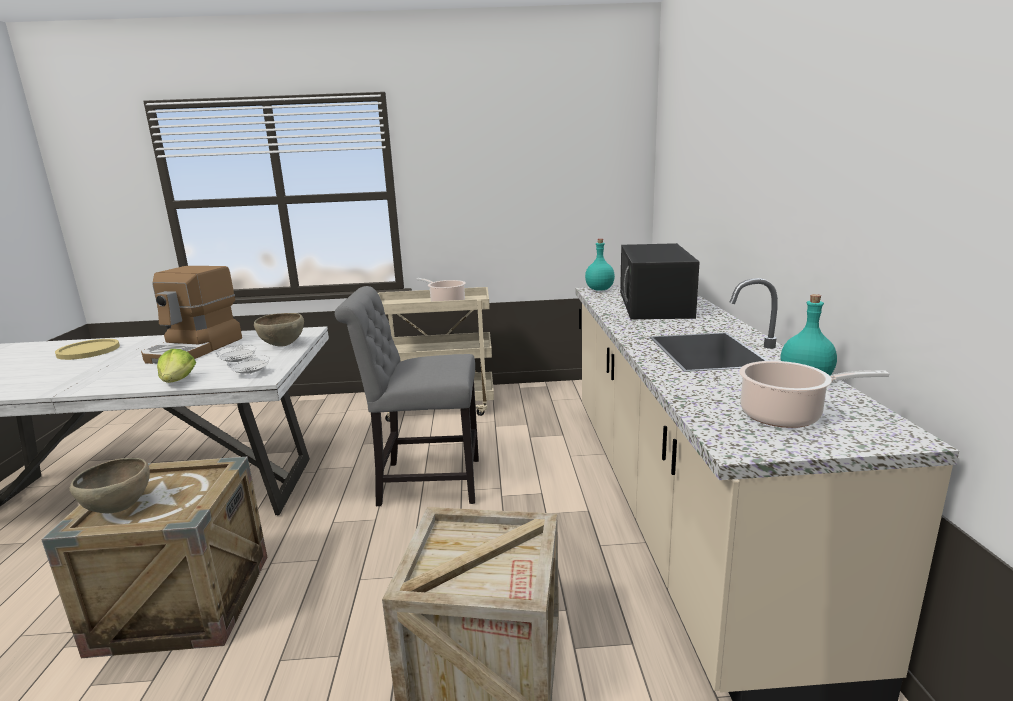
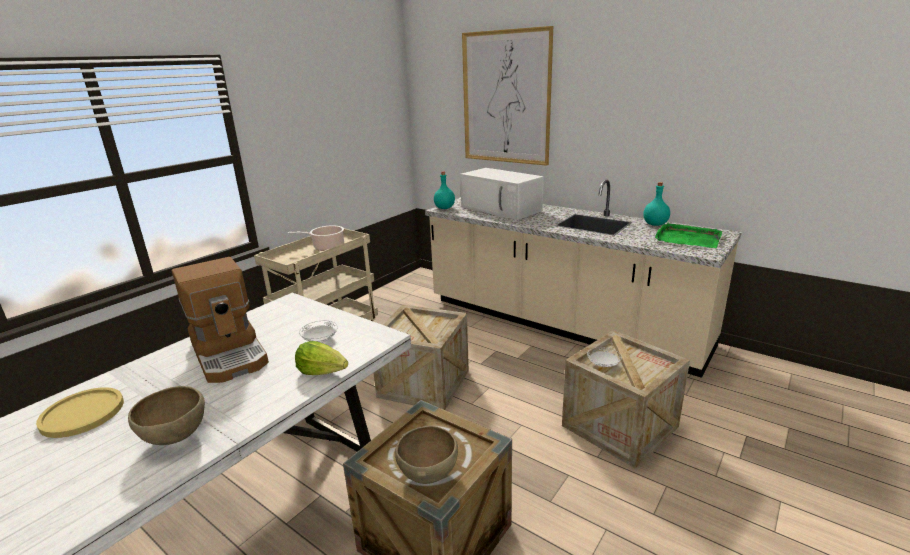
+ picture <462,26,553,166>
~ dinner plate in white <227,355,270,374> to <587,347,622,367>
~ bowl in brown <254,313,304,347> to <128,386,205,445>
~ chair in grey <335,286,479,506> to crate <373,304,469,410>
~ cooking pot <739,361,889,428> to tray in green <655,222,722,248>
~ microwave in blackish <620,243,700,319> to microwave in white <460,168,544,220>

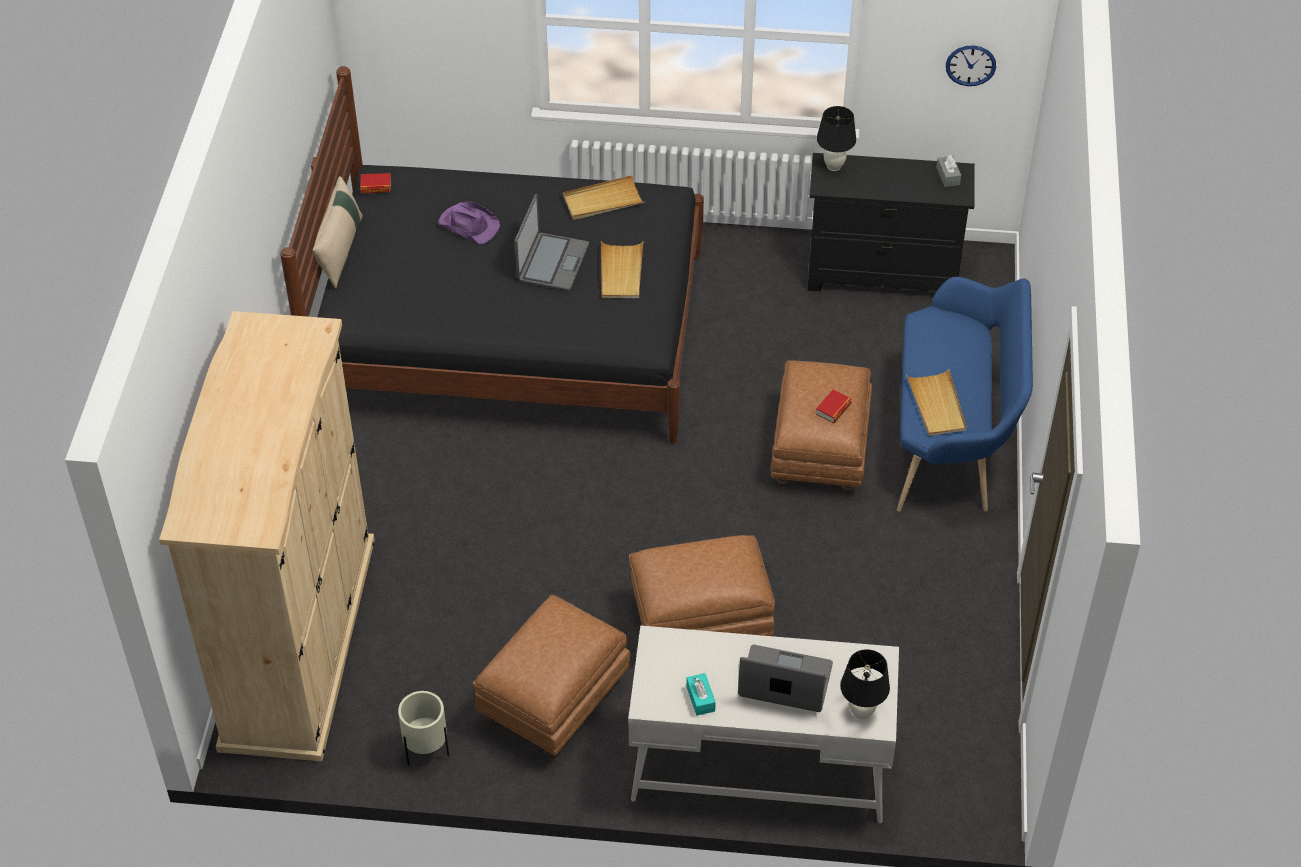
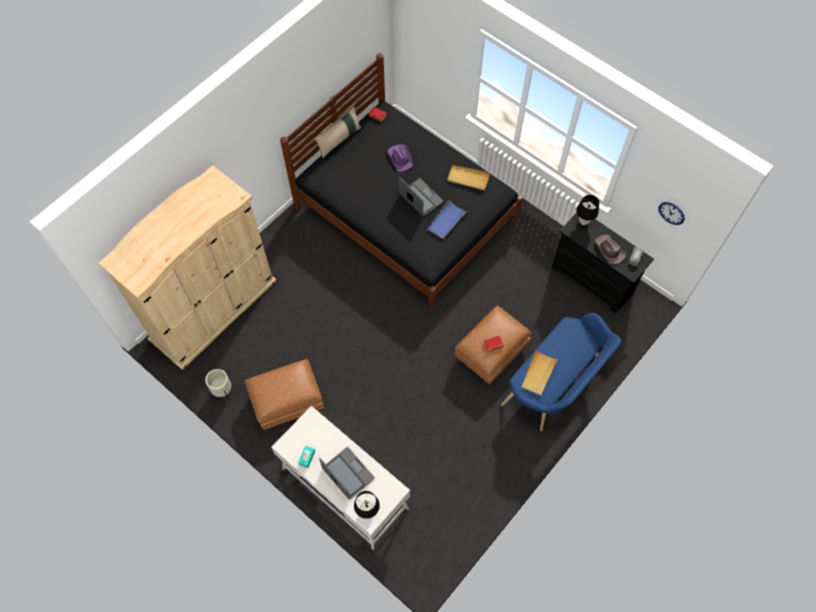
- pouffe in brown <629,535,775,636>
+ clothing hat in brown <595,235,626,264>
~ tray in sand-coloured <601,241,643,299> to tray in blue <427,200,467,239>
~ notebook computer <515,194,589,291> = <398,177,443,217> 90 degrees counterclockwise

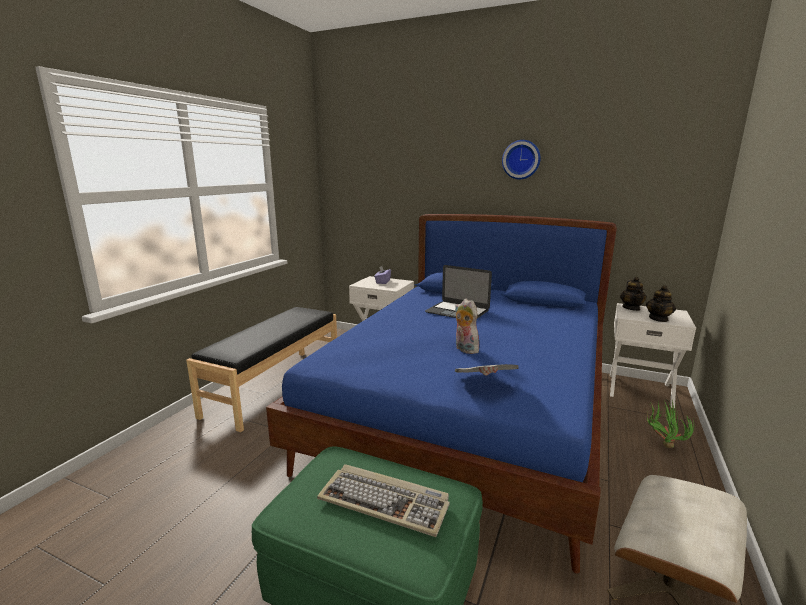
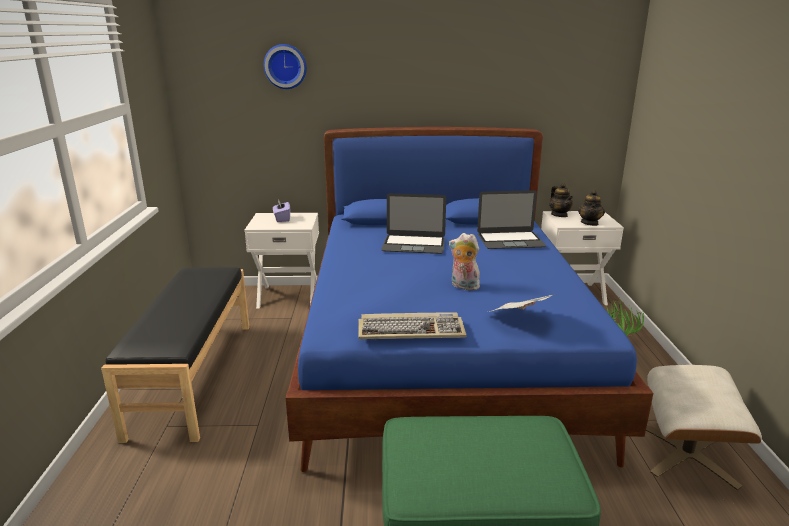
+ notebook computer <477,190,547,249>
~ computer keyboard <317,464,450,537> to <358,312,467,339>
~ wall clock <502,140,541,179> to <264,44,307,89>

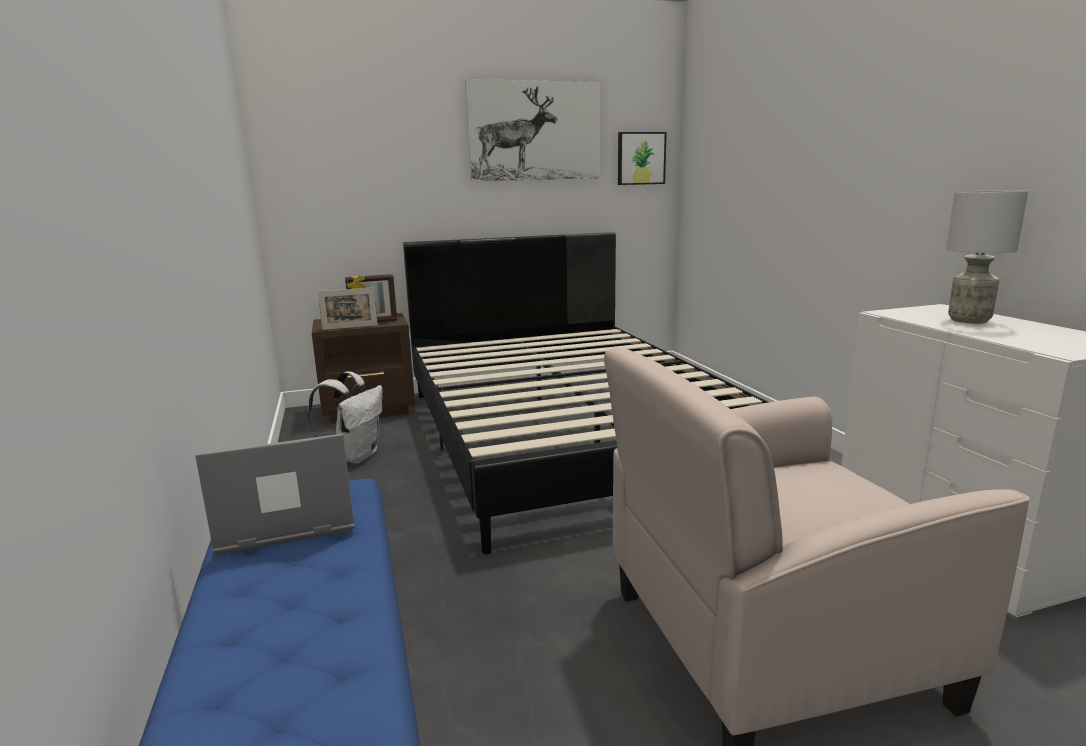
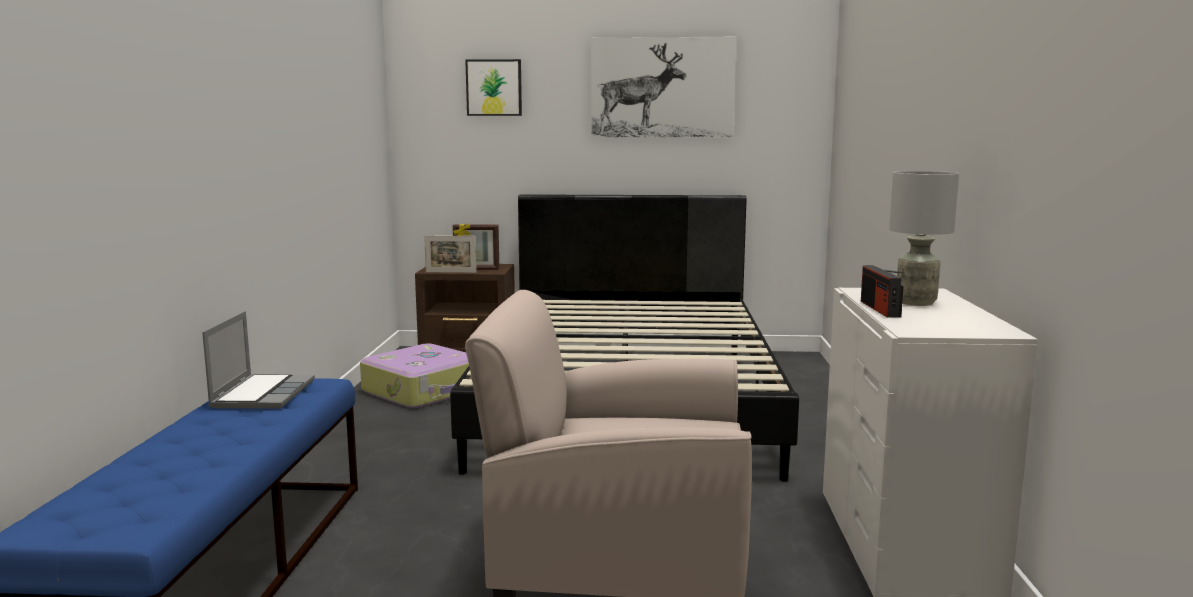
+ radio <861,265,904,318>
~ picture <618,132,667,185> to <465,59,522,116>
~ knapsack in white <308,371,383,464> to suitcase <360,343,469,408>
~ notebook computer <195,434,354,555> = <202,311,315,409> 90 degrees clockwise

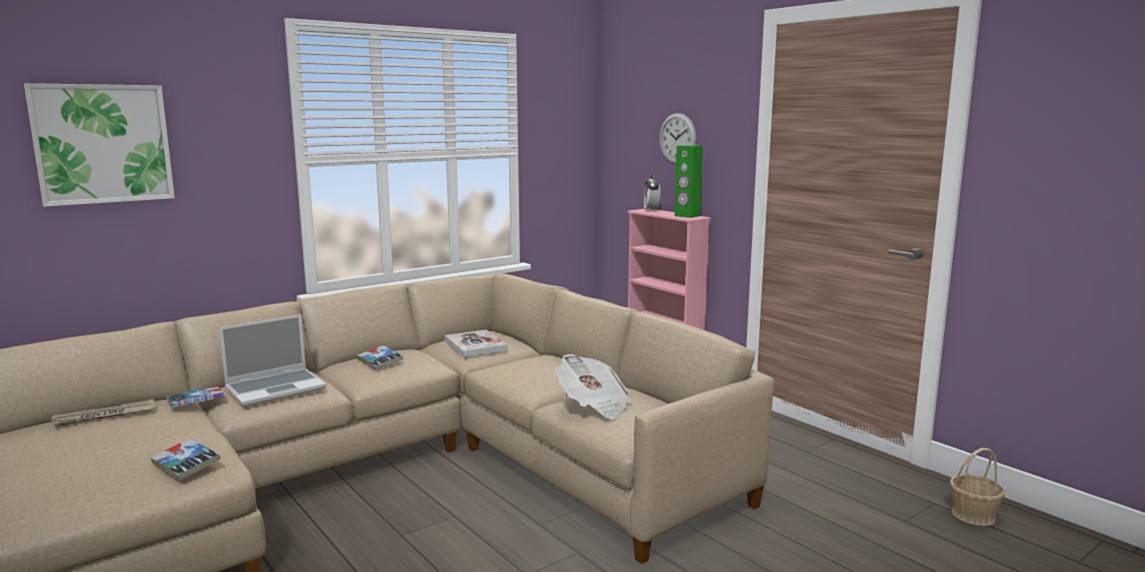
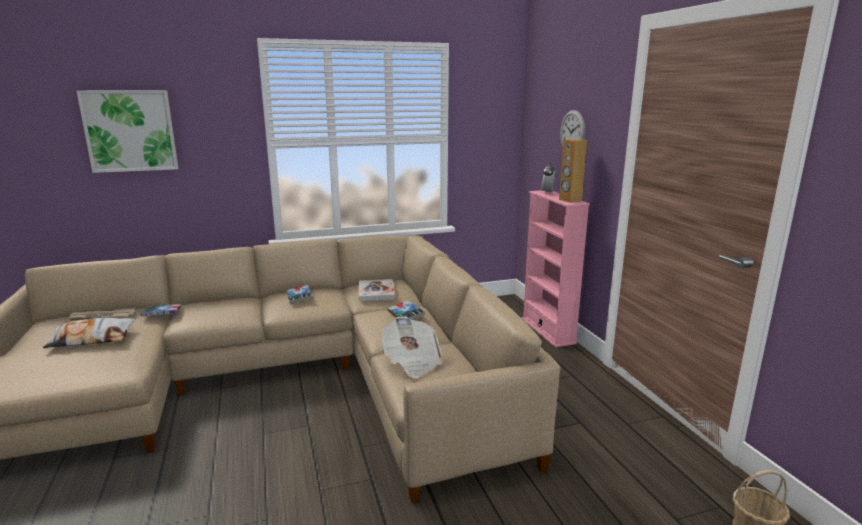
- notebook computer <219,314,326,407>
+ pillow <43,317,135,348>
~ book <151,439,221,480> to <388,300,425,320>
~ speaker in green <674,145,703,218> to speaker in brown <559,139,587,203>

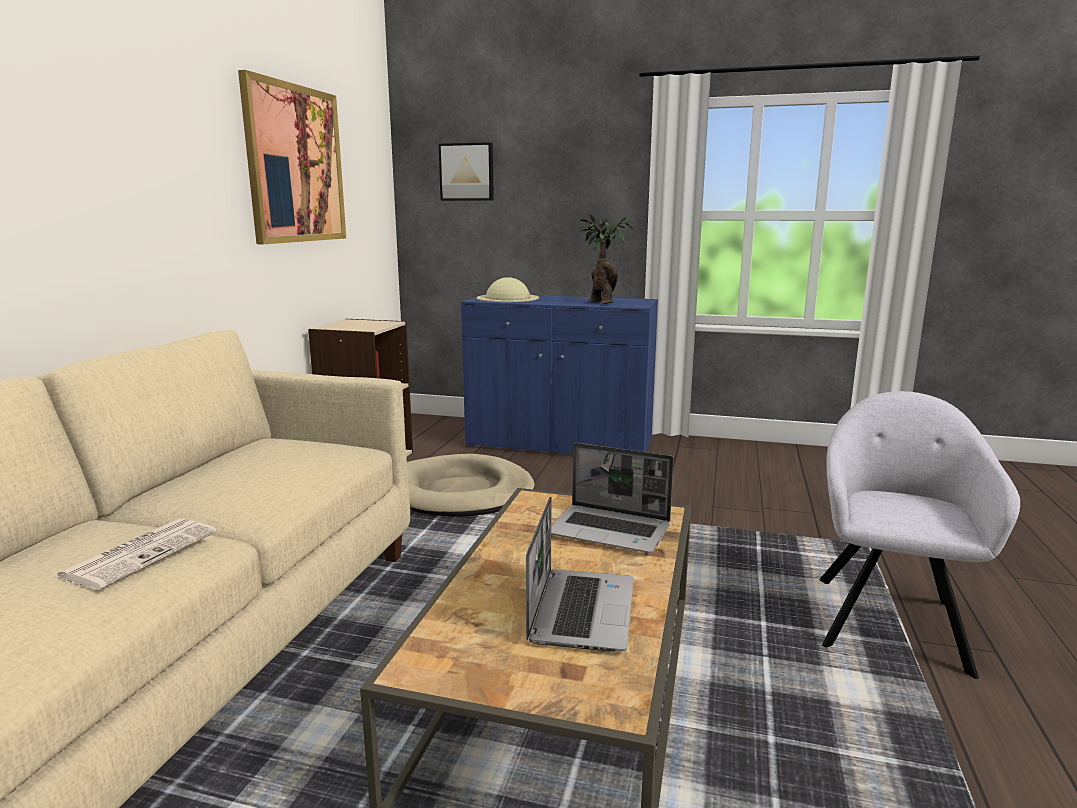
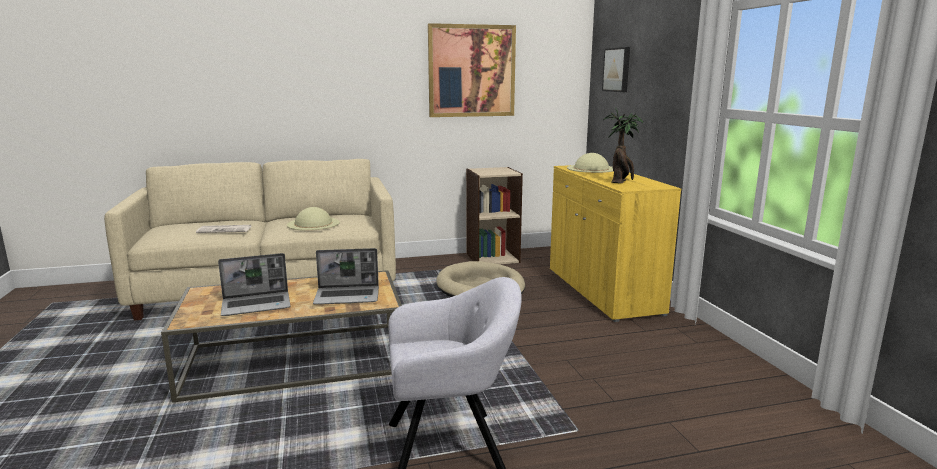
+ clothing hat in sand-coloured <287,207,340,231>
~ cupboard in blue <461,294,658,454> to cupboard in yellow-coloured <550,165,681,322>
~ notebook computer <551,443,674,553> = <313,248,379,305> 90 degrees counterclockwise

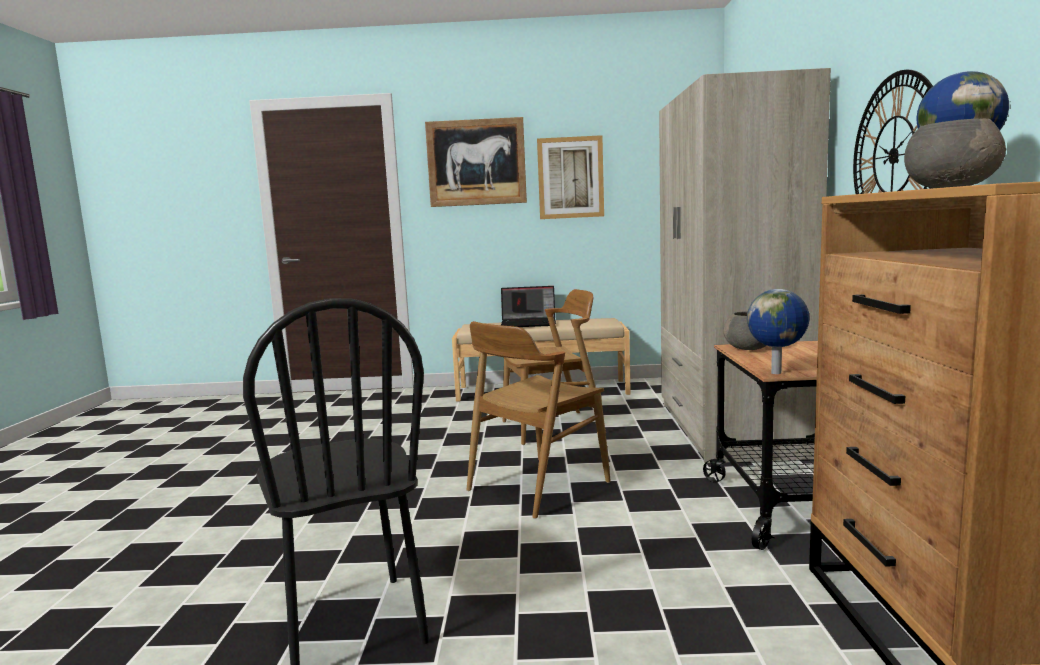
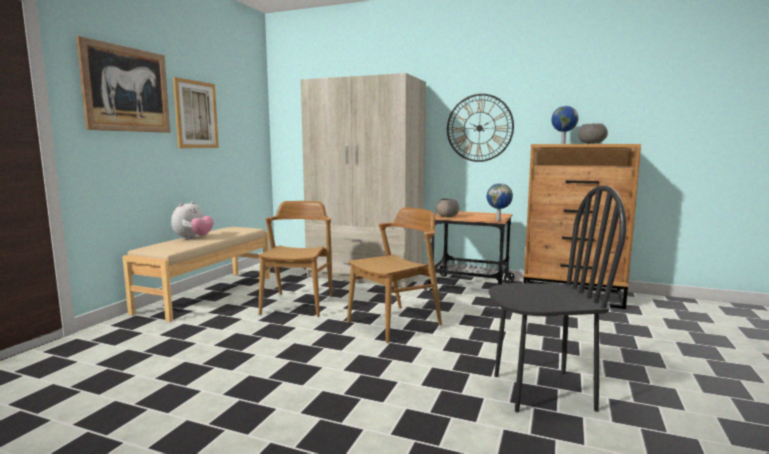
~ notebook computer <501,286,556,327> to soft toy <171,201,214,240>
~ chair in brown <467,321,611,519> = <347,207,442,343> 105 degrees counterclockwise

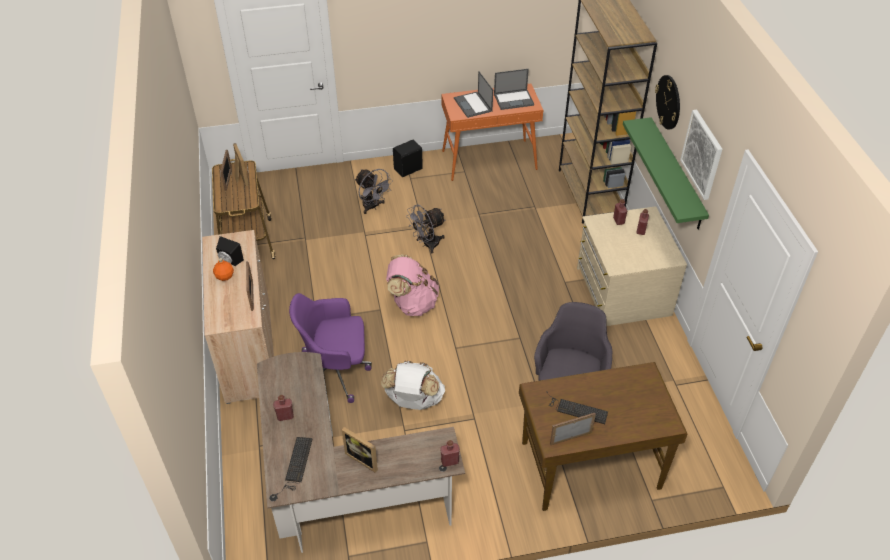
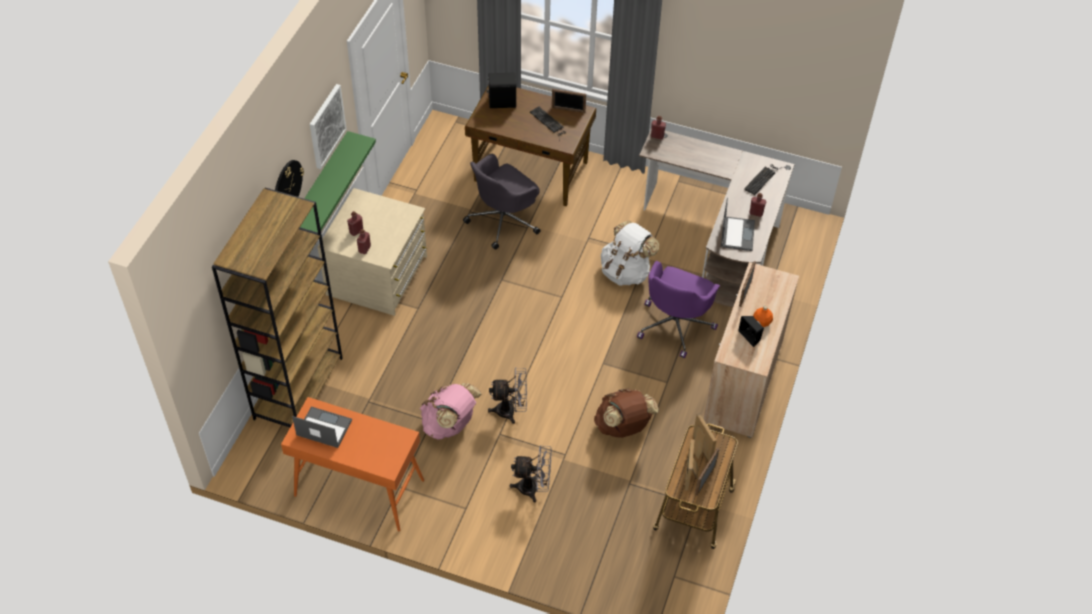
+ knapsack in brown <594,388,659,438>
~ picture frame <342,427,378,473> to <693,413,717,462>
~ knapsack in pink <386,255,439,316> to <420,383,481,440>
~ speaker in blackish <393,140,423,177> to <486,73,516,108>
~ notebook computer <454,71,493,118> to <721,198,755,251>
~ computer chair in purplish <289,293,372,403> = <637,261,720,358> 90 degrees clockwise
~ electric fan in grey <355,169,393,214> = <510,445,552,502> 105 degrees clockwise

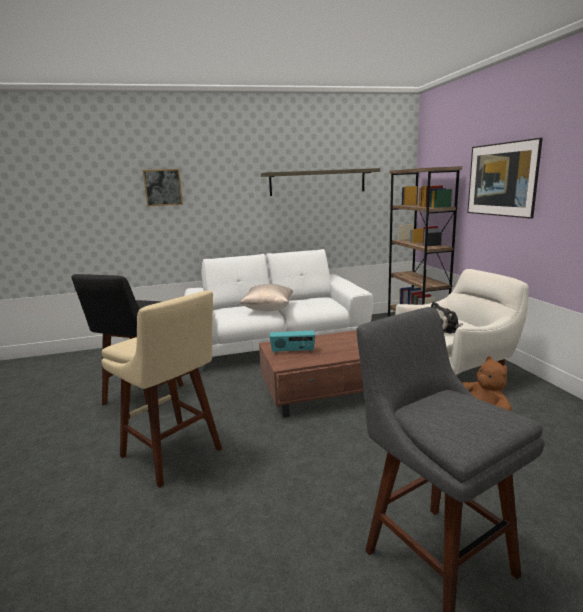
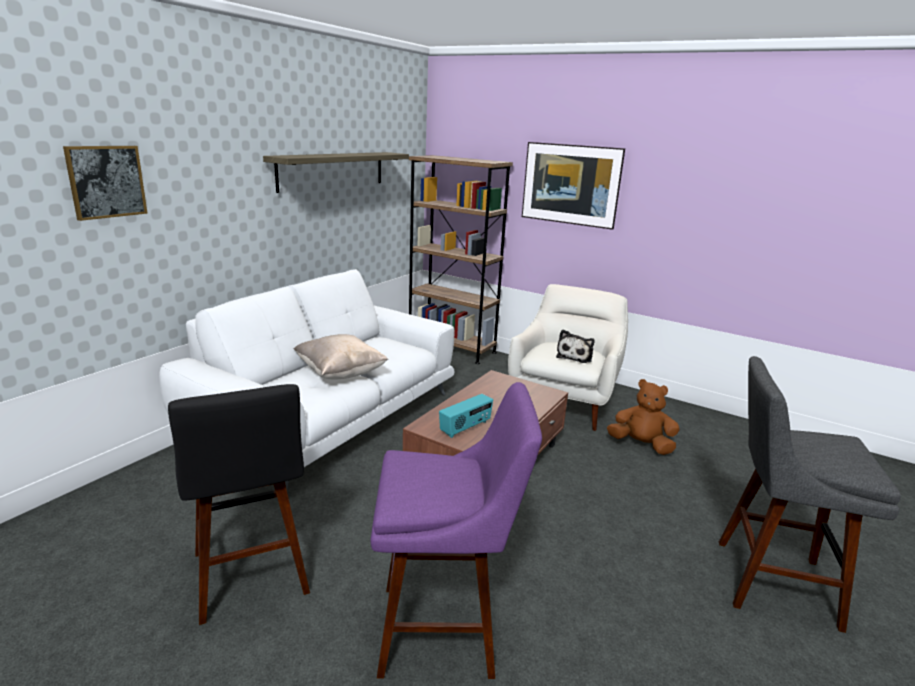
~ stool seat in sand-coloured <102,290,222,488> to stool seat in purplish <370,382,542,679>

